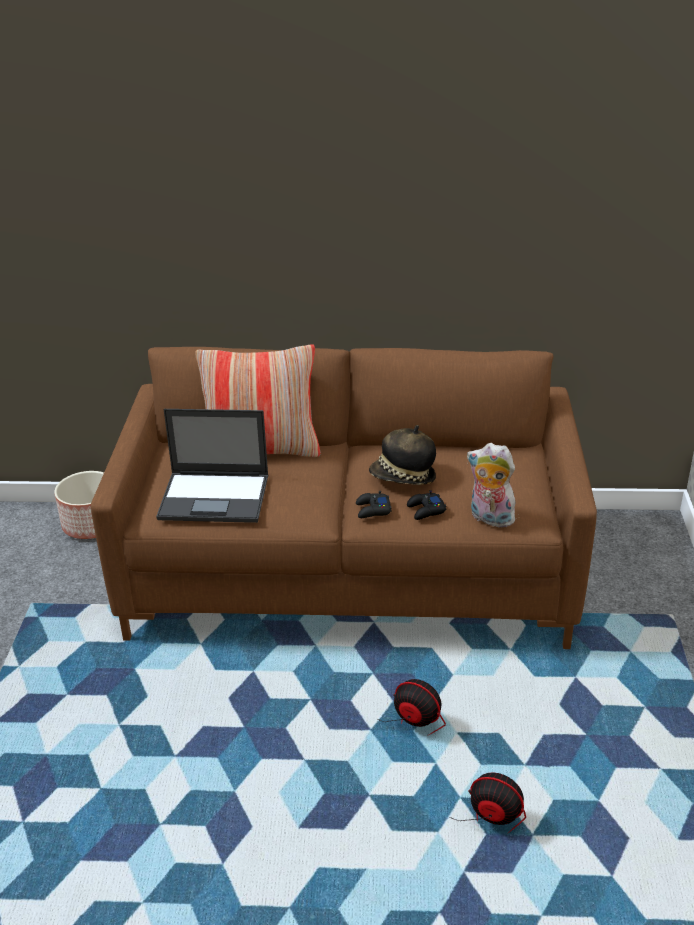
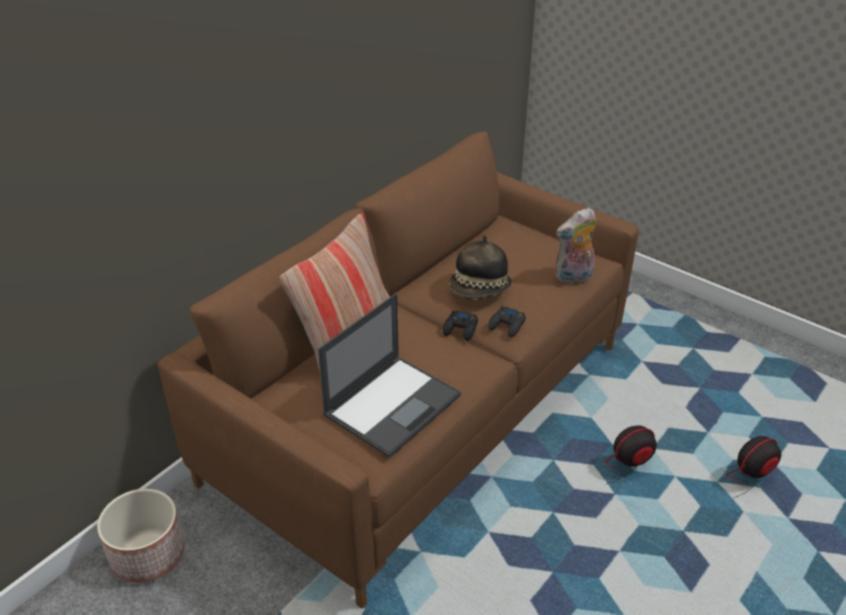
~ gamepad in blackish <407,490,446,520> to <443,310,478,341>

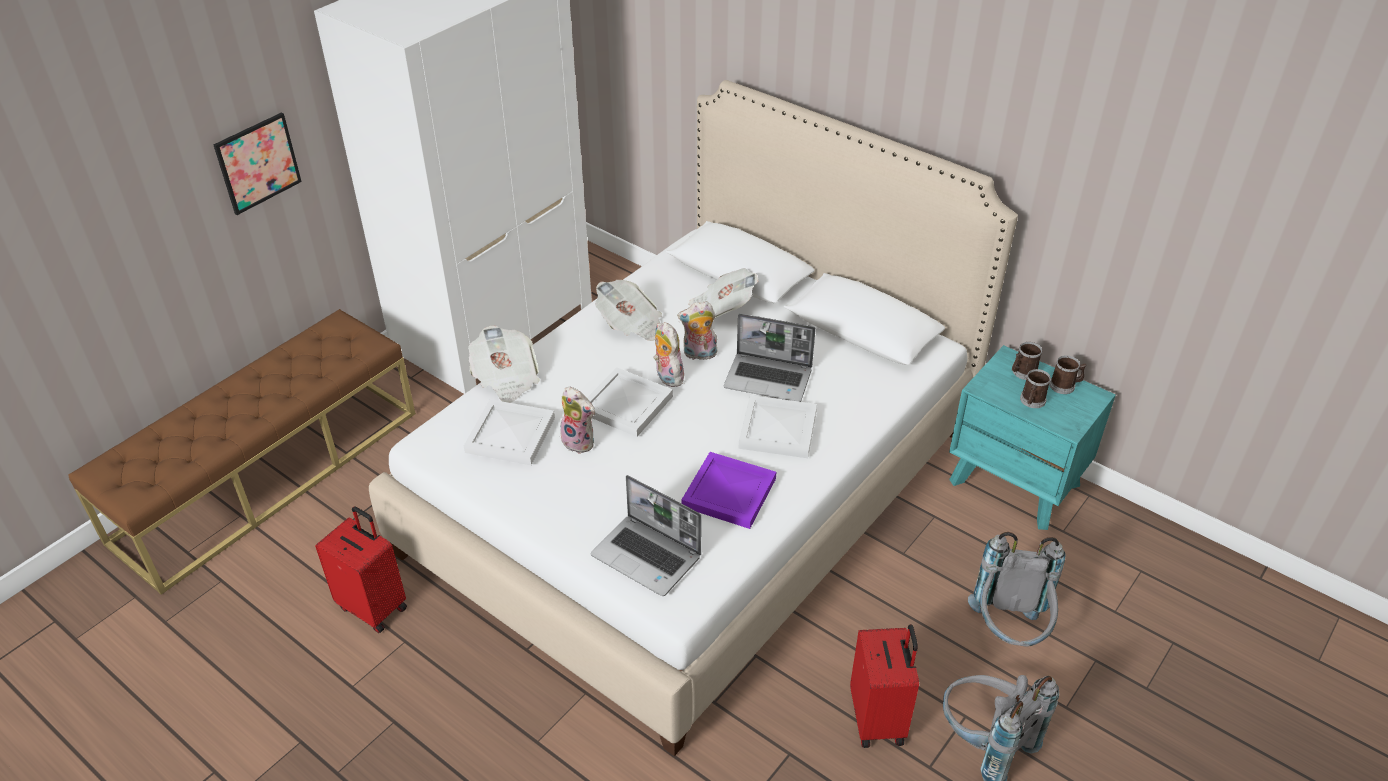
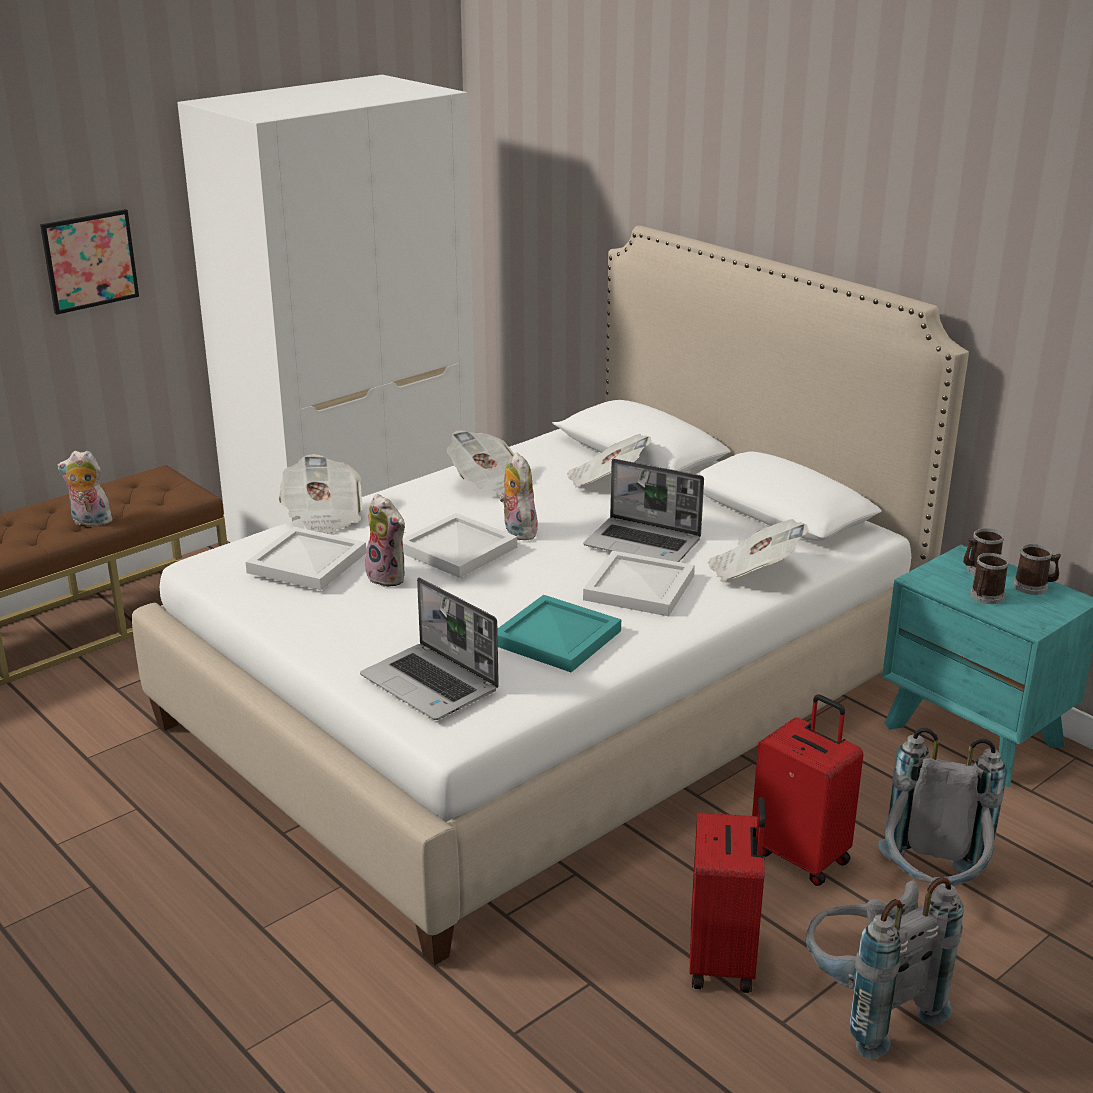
+ newspaper <708,519,808,582>
~ suitcase in reddish <315,506,407,633> to <752,695,864,886>
~ soft toy <677,301,717,360> to <58,451,113,526>
~ tray in purplish <681,452,776,529> to tray in blue-green <497,595,621,672>

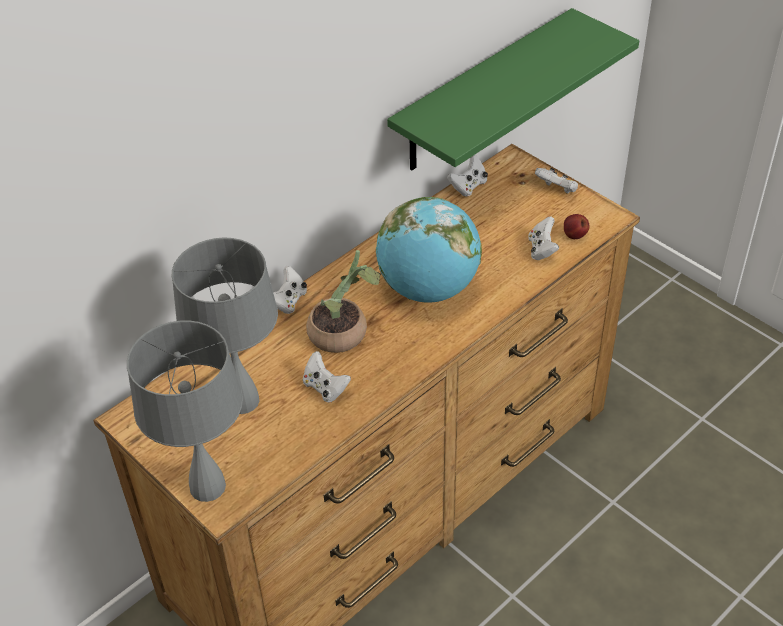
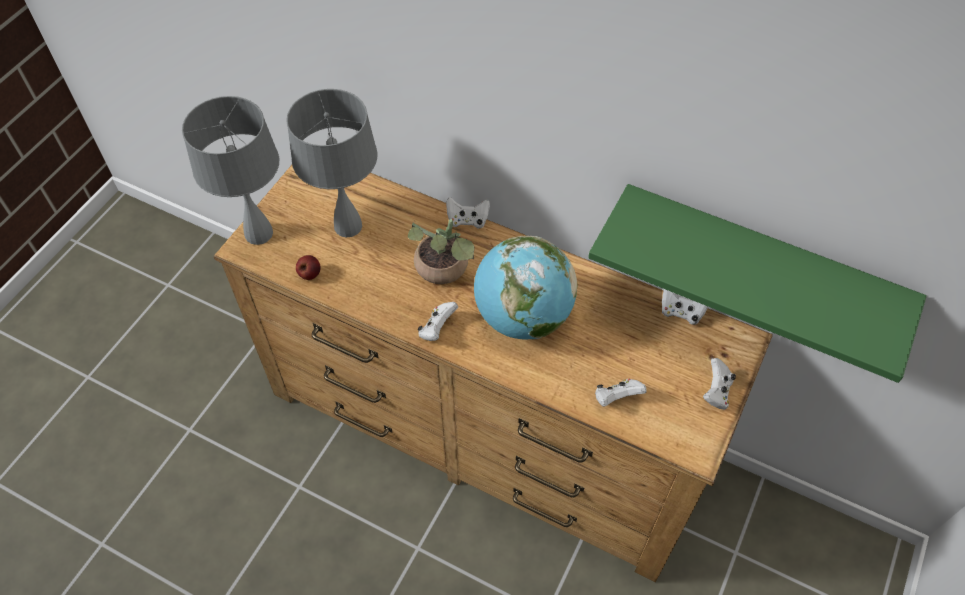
~ gamepad in white <303,351,351,402> to <418,302,458,341>
~ apple <564,214,590,239> to <296,255,321,280>

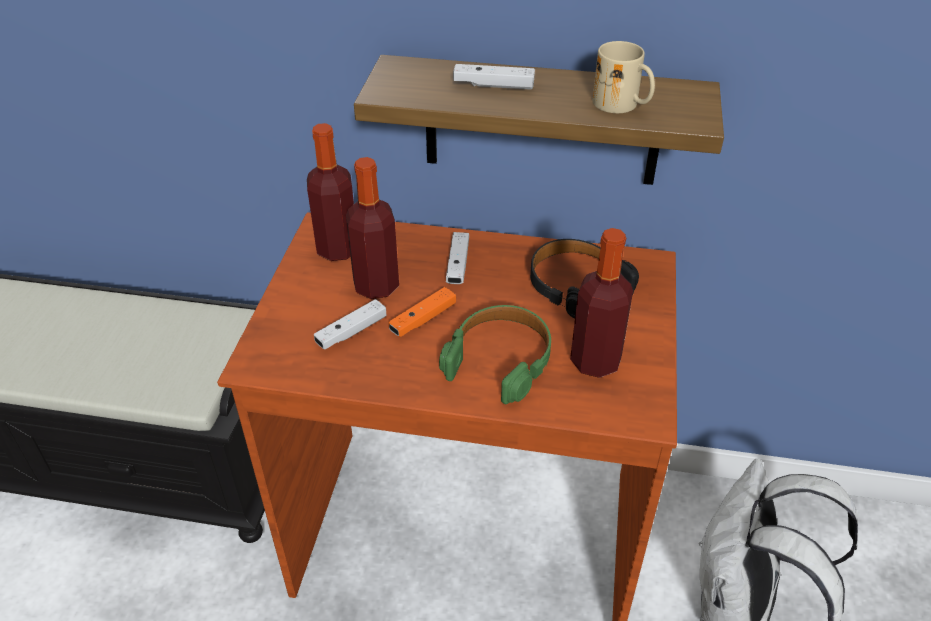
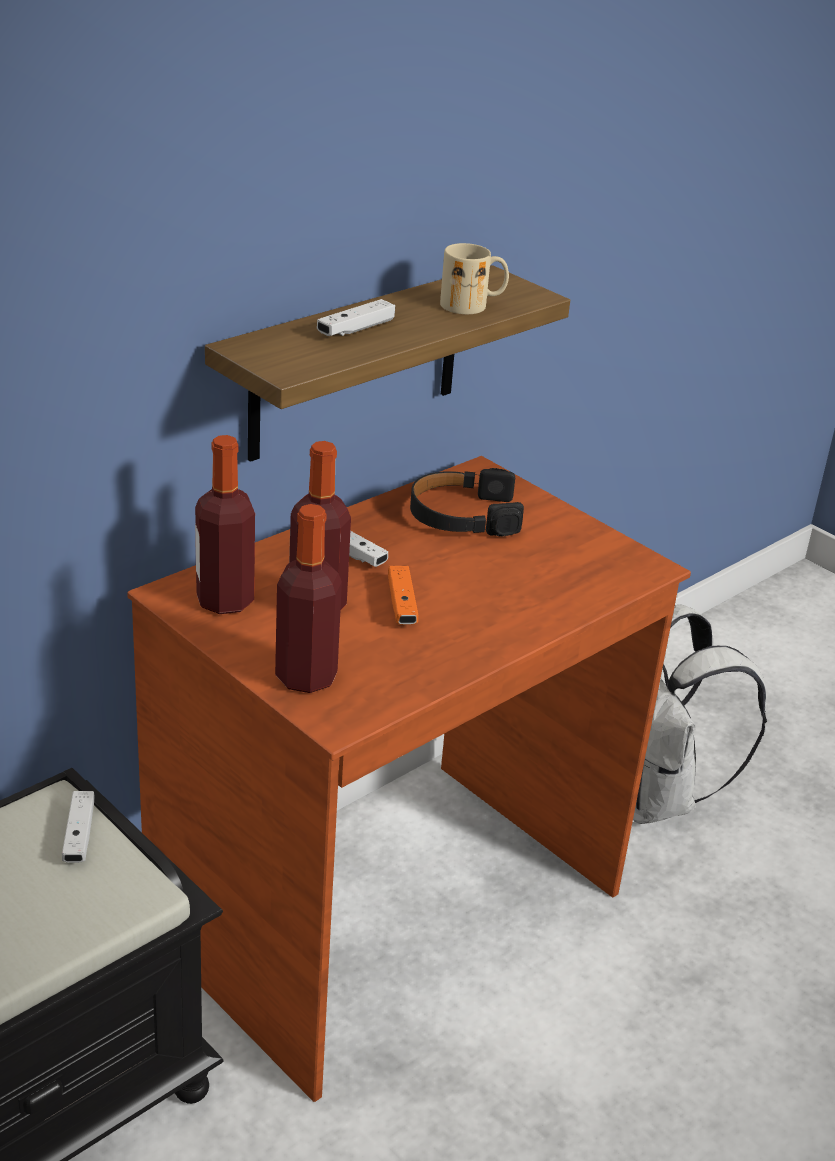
- headphones in green <439,305,551,404>
~ gamepad in white <314,299,386,350> to <62,791,94,863>
~ beverage bottle <570,228,633,378> to <275,504,342,693>

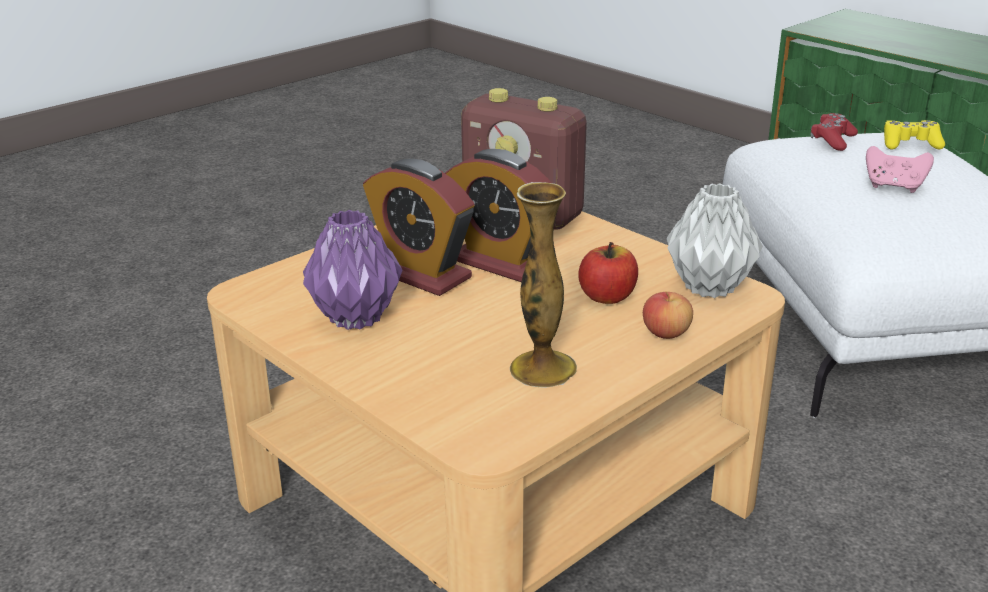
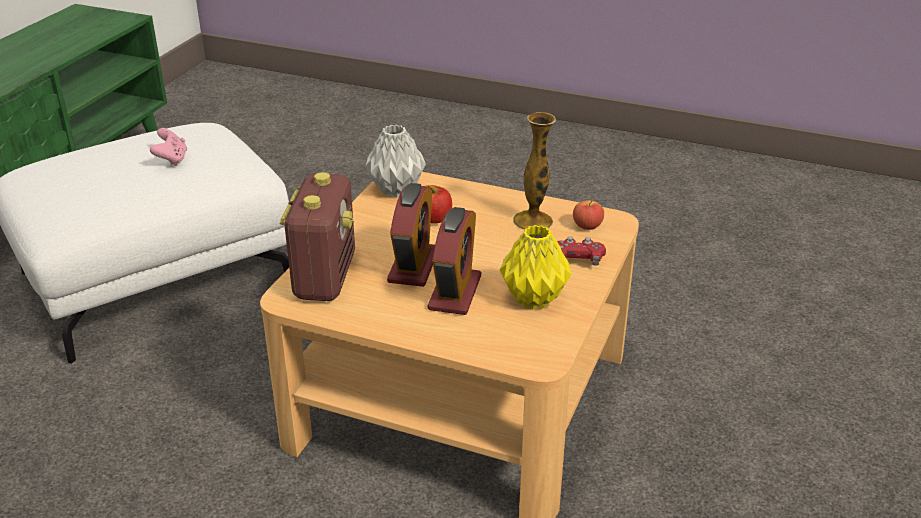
- gamepad in yellow-coloured <884,120,945,150>
~ apple <643,291,693,339> to <573,200,604,230>
~ gamepad in reddish <811,113,858,151> to <557,236,606,266>
~ flower vase in purplish <303,210,402,330> to flower vase in yellow-coloured <500,225,571,309>

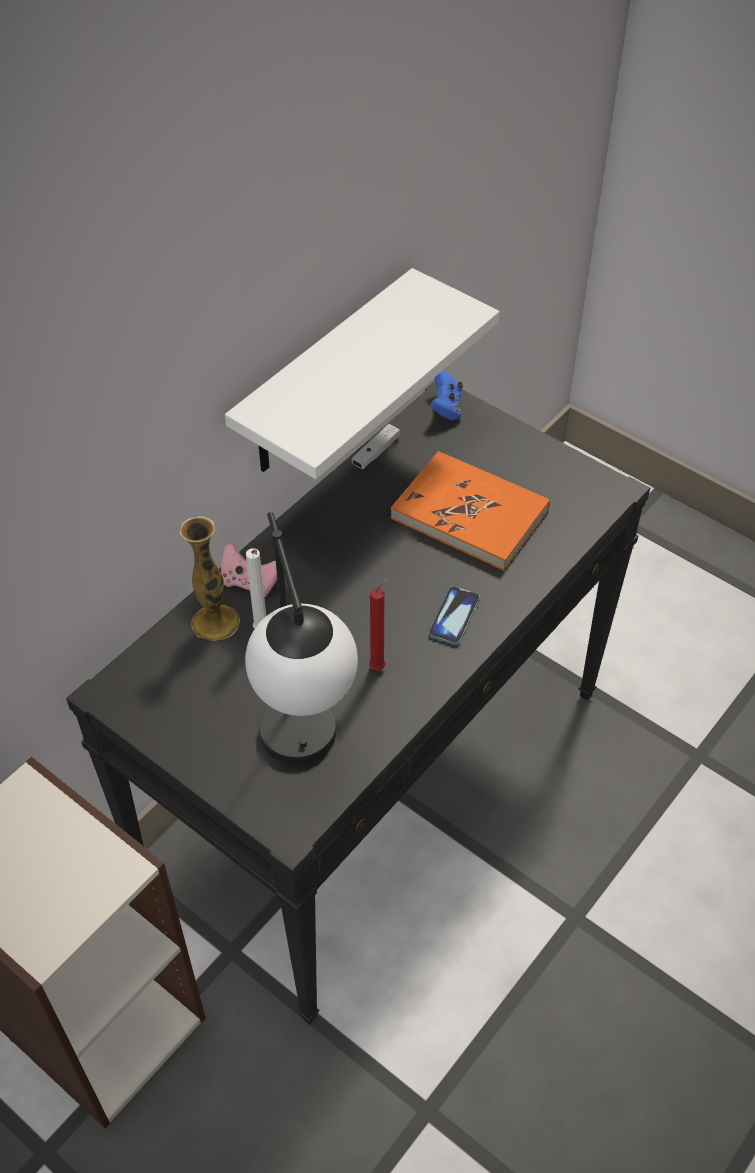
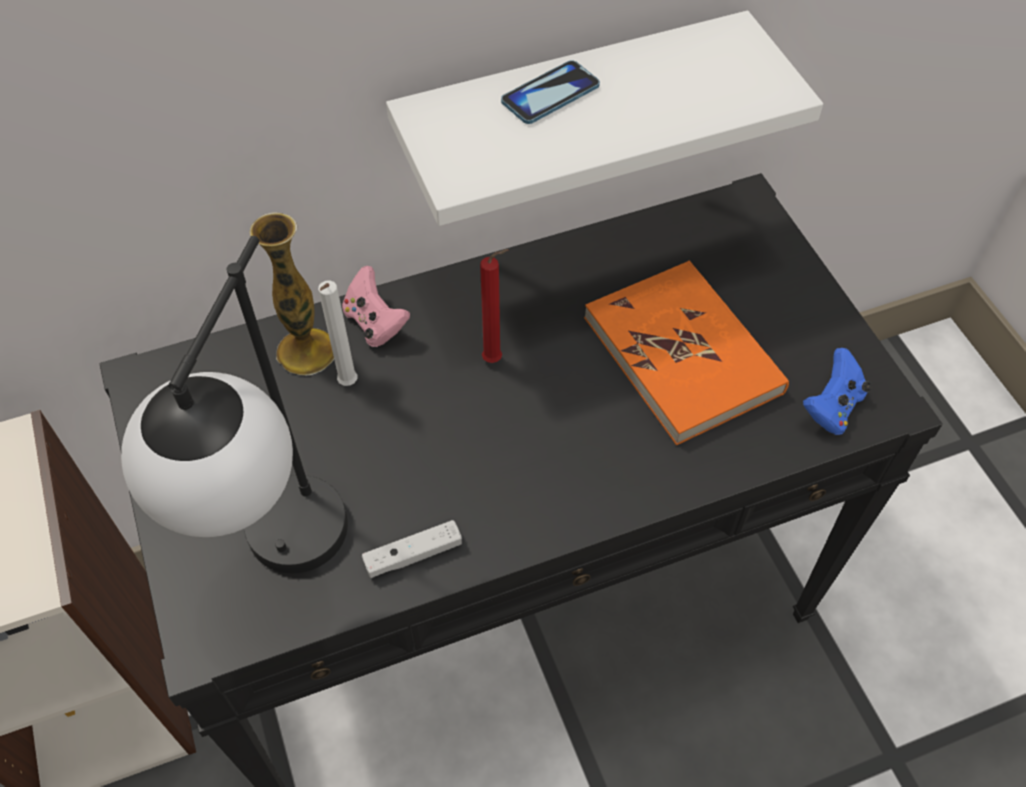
~ gamepad in white <352,424,400,469> to <362,520,462,578>
~ candle in reddish <369,578,389,671> to <480,249,509,363>
~ telephone <428,586,480,645> to <501,60,600,124>
~ gamepad in blue <430,370,463,420> to <803,348,871,435>

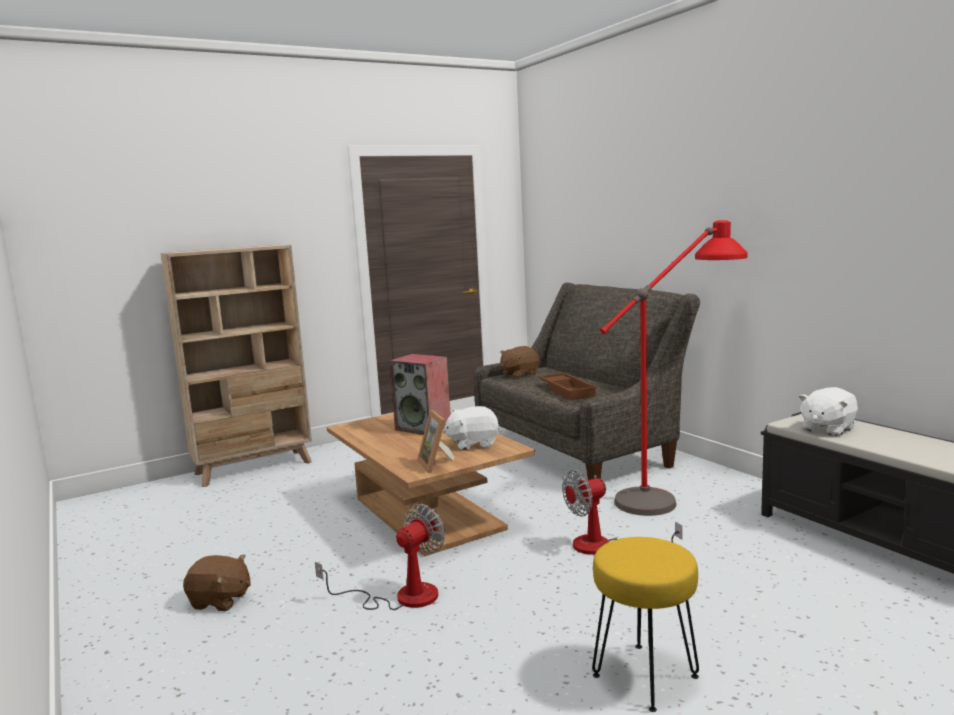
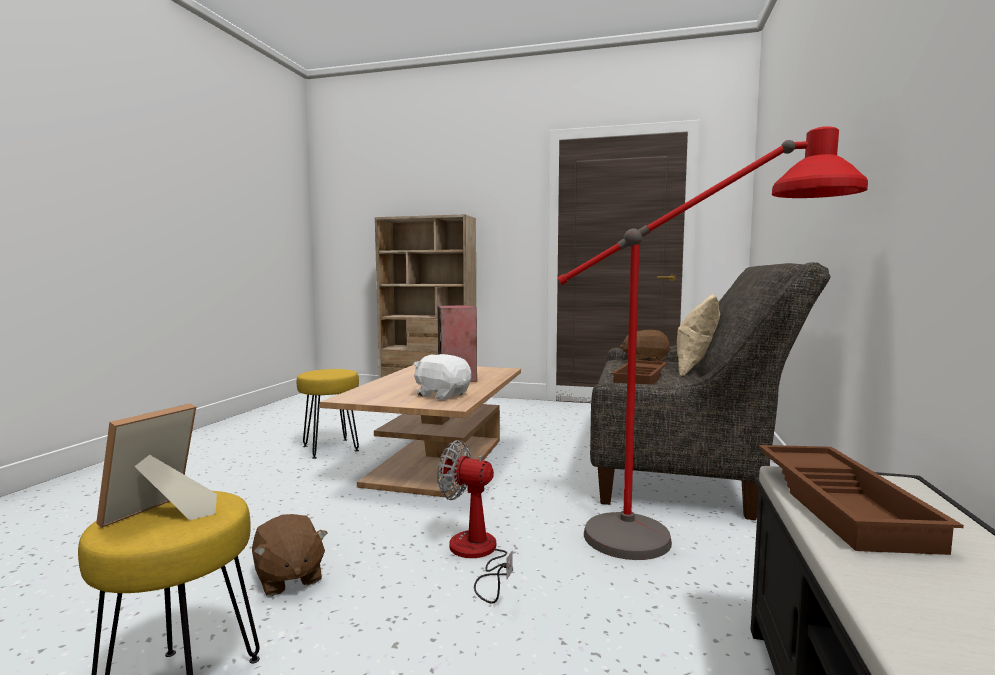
- electric fan <315,504,445,610>
+ stool seat in yellow-coloured <297,369,359,459>
+ pillow in sand-coloured <677,293,720,376>
~ soft toy in brown <183,554,251,611> to <252,514,328,596>
~ picture frame <417,410,454,473> to <96,403,217,528>
~ soft toy in white <798,387,858,436> to tray in brown <758,445,964,555>

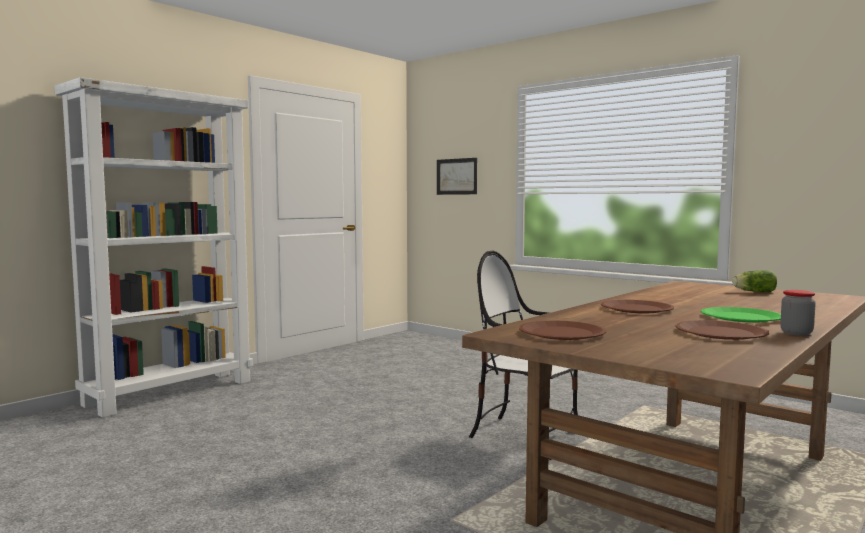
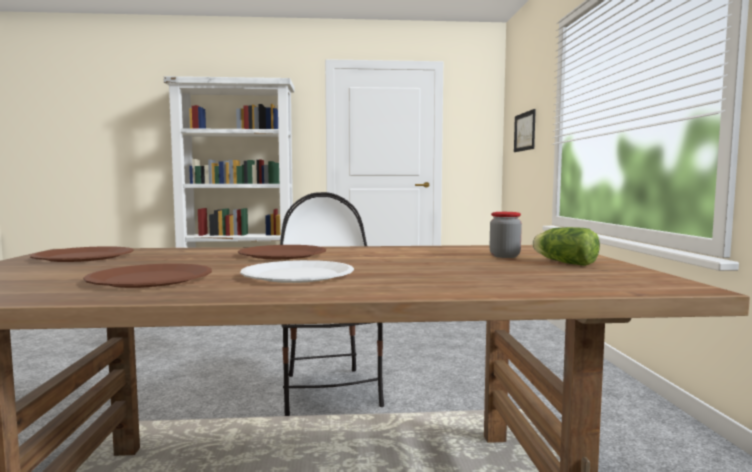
~ storage jar <780,290,816,336> to <490,212,522,258>
~ dinner plate in green <701,307,781,323> to dinner plate in white <240,260,354,283>

